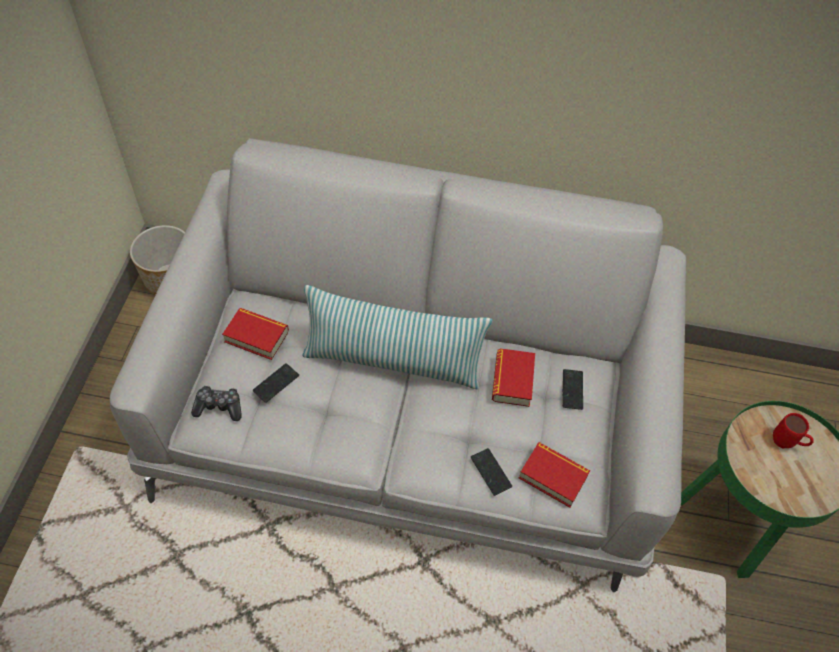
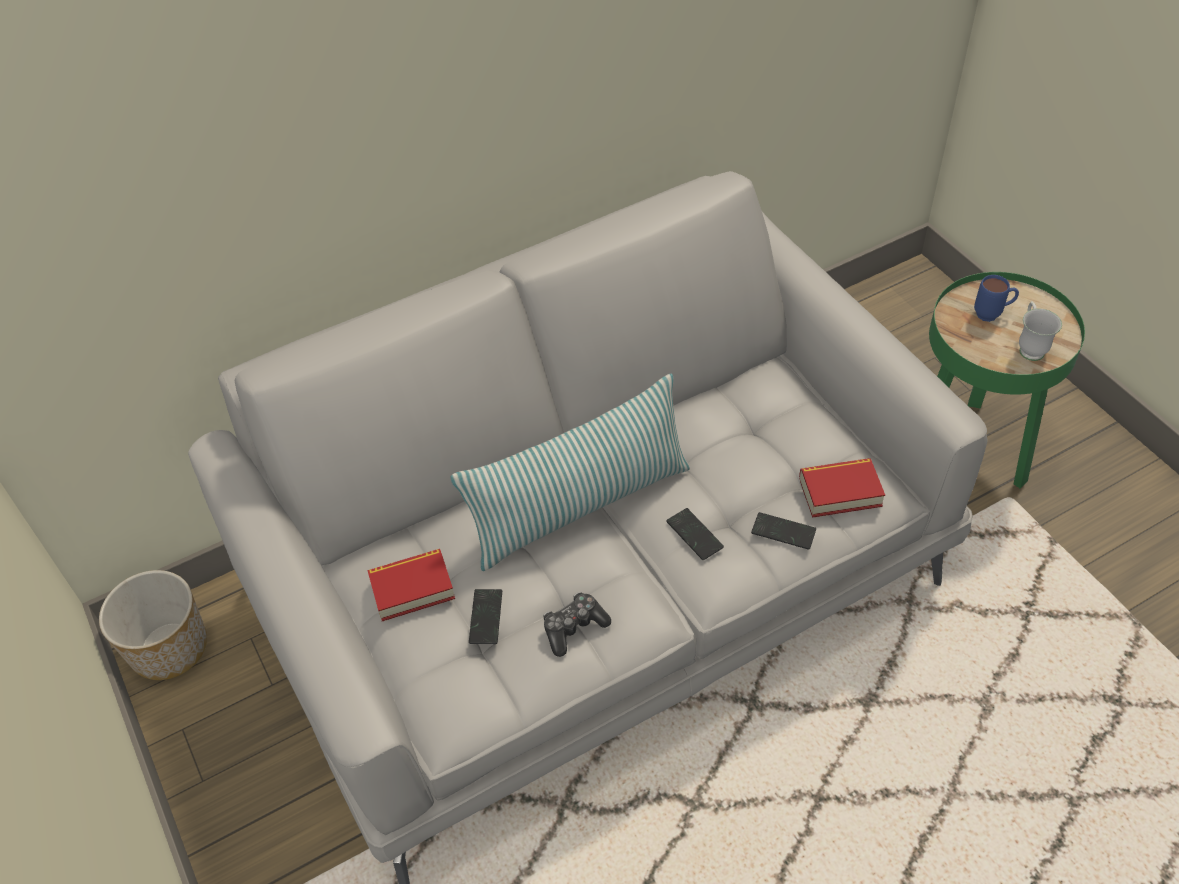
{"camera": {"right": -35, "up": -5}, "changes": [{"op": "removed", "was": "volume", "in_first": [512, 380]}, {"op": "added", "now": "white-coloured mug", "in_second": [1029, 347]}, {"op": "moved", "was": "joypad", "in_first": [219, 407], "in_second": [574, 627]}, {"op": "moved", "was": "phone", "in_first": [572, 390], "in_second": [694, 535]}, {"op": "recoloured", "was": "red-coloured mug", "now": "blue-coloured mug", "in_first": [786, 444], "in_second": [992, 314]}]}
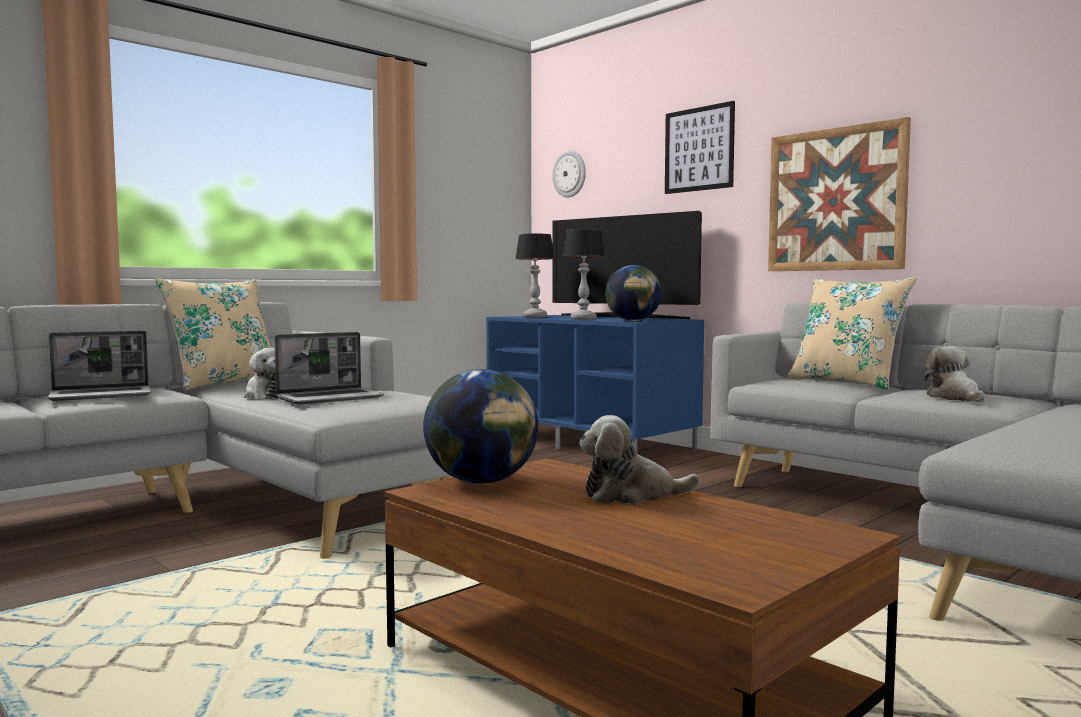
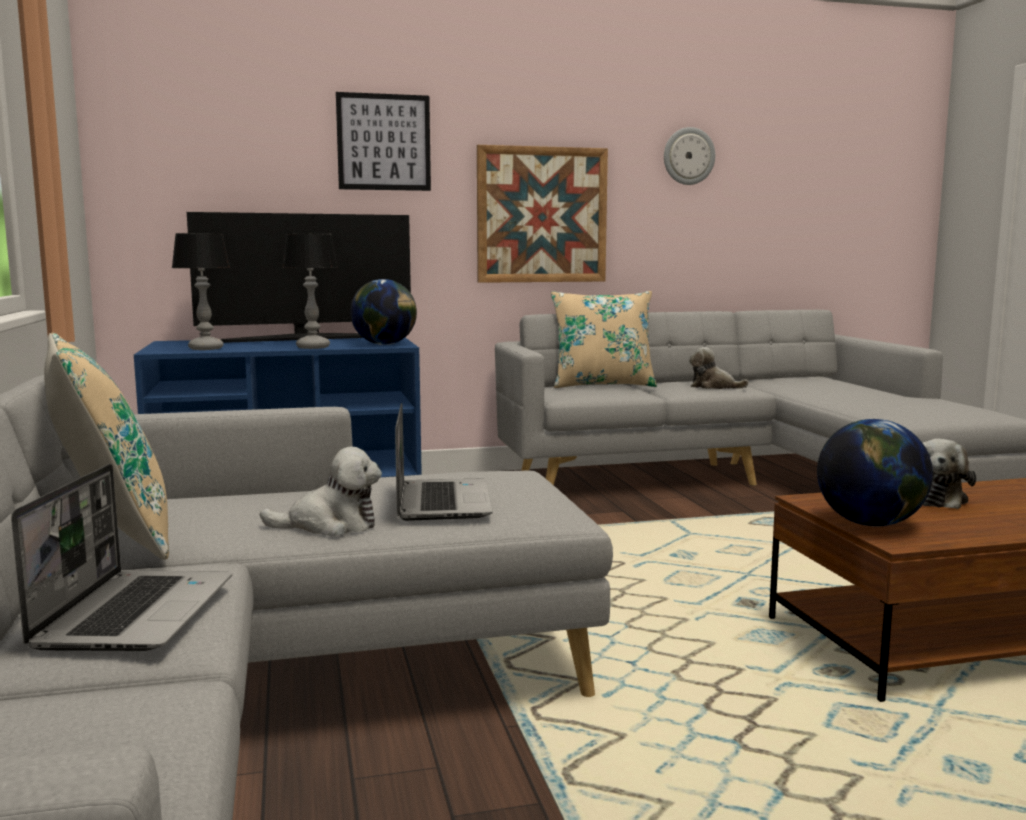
{"camera": {"right": -60, "up": 5}, "changes": [{"op": "moved", "was": "clock on the wall", "in_first": [569, 174], "in_second": [688, 156]}]}
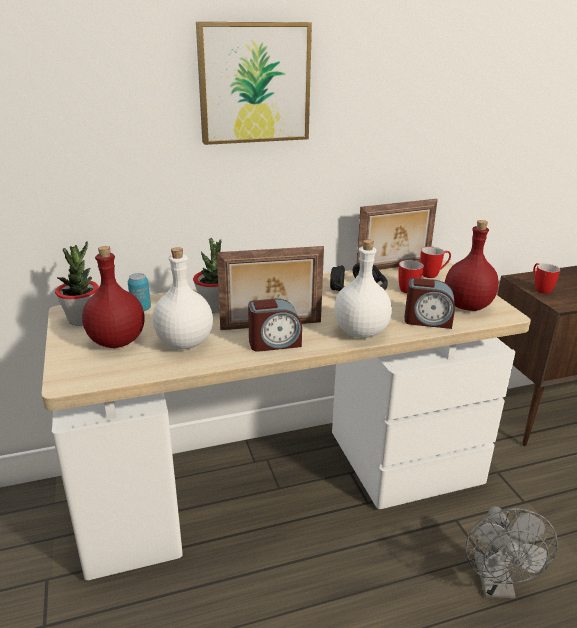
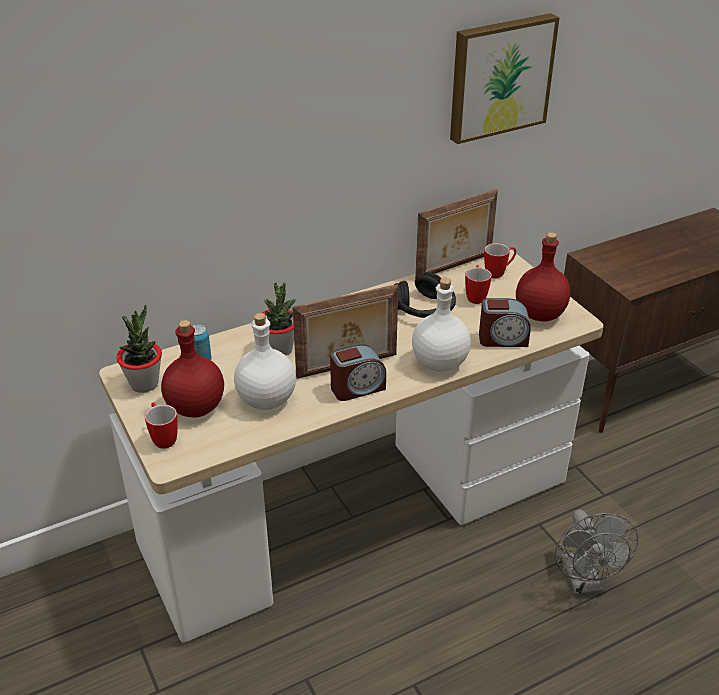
{"camera": {"right": -10, "up": 10}, "changes": [{"op": "moved", "was": "wall picture", "in_first": [253, 83], "in_second": [499, 77]}, {"op": "moved", "was": "mug", "in_first": [540, 289], "in_second": [163, 438]}]}
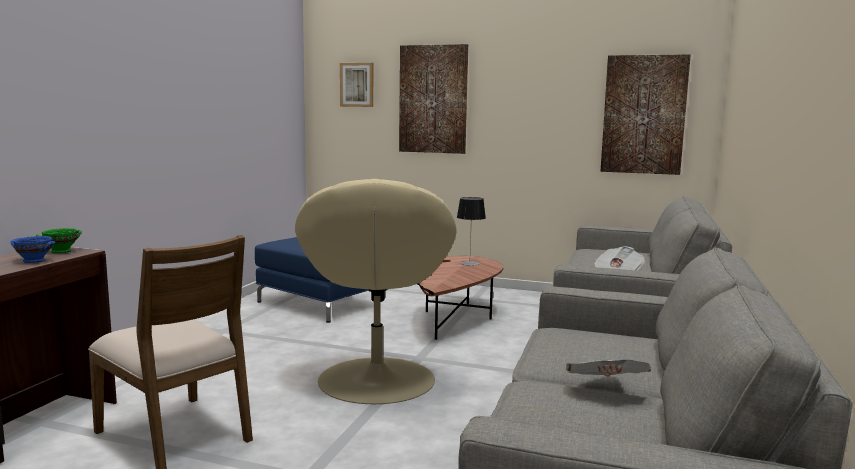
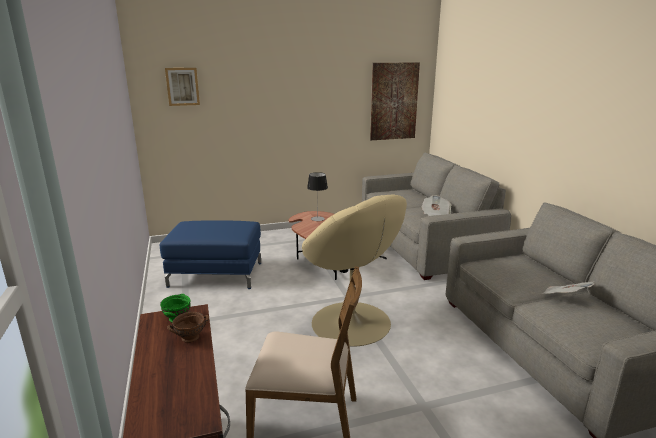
{"camera": {"right": -35, "up": 10}, "changes": [{"op": "removed", "was": "wall picture", "in_first": [433, 99]}, {"op": "recoloured", "was": "blue-coloured serving bowl", "now": "brownish serving bowl", "in_first": [34, 260], "in_second": [189, 337]}]}
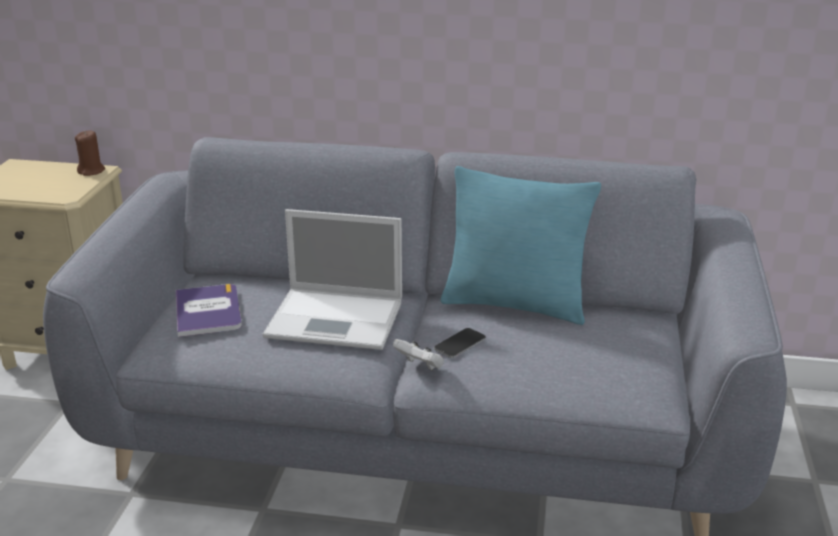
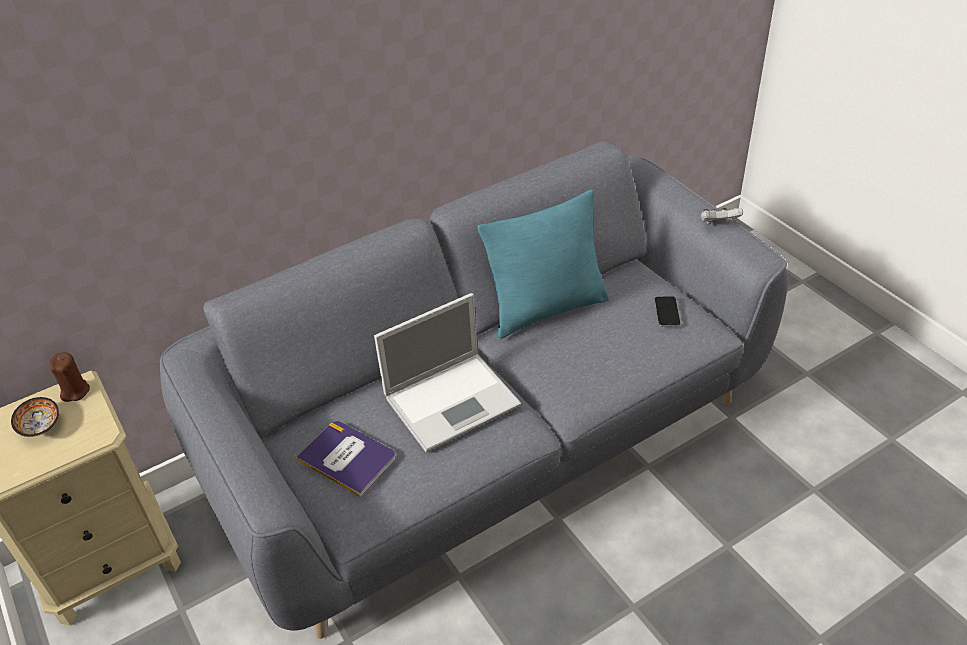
{"camera": {"right": -40, "up": 15}, "changes": [{"op": "added", "now": "serving bowl", "in_second": [40, 426]}, {"op": "moved", "was": "white-coloured joypad", "in_first": [420, 366], "in_second": [718, 224]}, {"op": "moved", "was": "phone", "in_first": [459, 344], "in_second": [667, 312]}]}
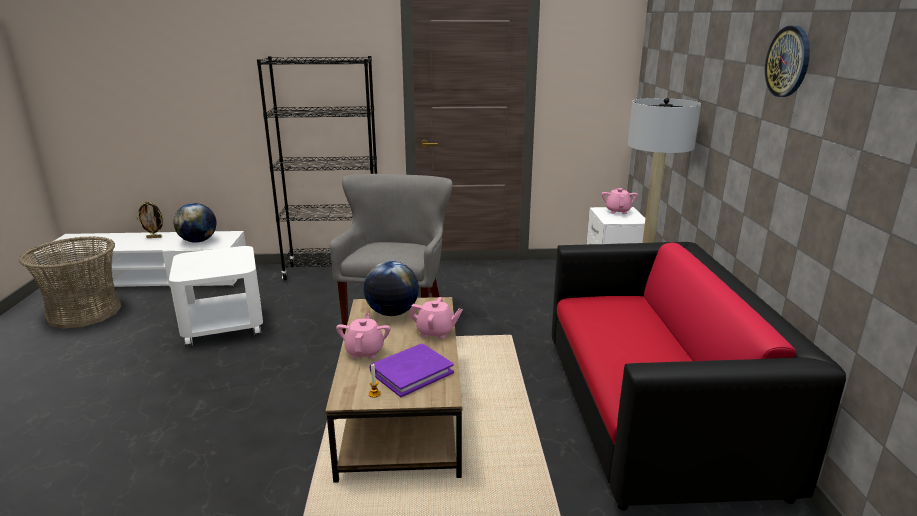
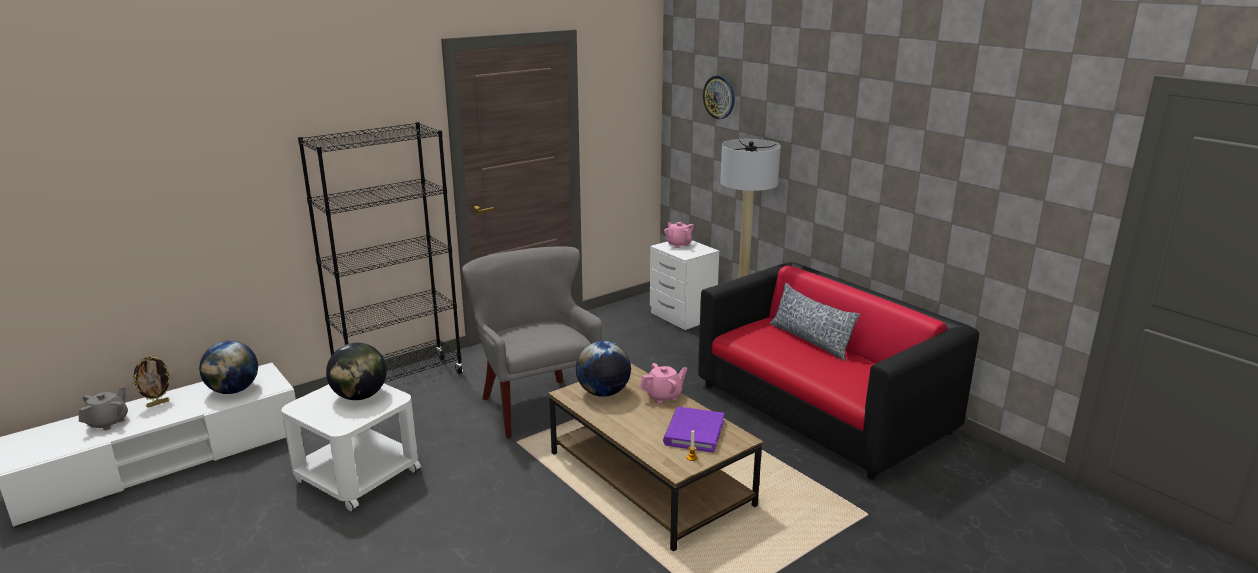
{"camera": {"right": -35, "up": 0}, "changes": [{"op": "removed", "was": "household basket", "in_first": [84, 313]}, {"op": "removed", "was": "pink-coloured tea pot", "in_first": [365, 351]}, {"op": "added", "now": "gray tea pot", "in_second": [108, 422]}, {"op": "added", "now": "globe", "in_second": [360, 396]}, {"op": "added", "now": "pillow", "in_second": [810, 340]}, {"op": "moved", "was": "clock on the wall", "in_first": [788, 61], "in_second": [719, 97]}]}
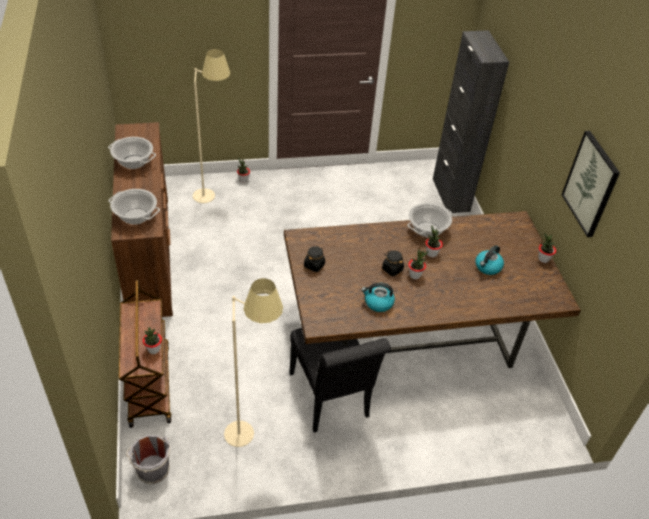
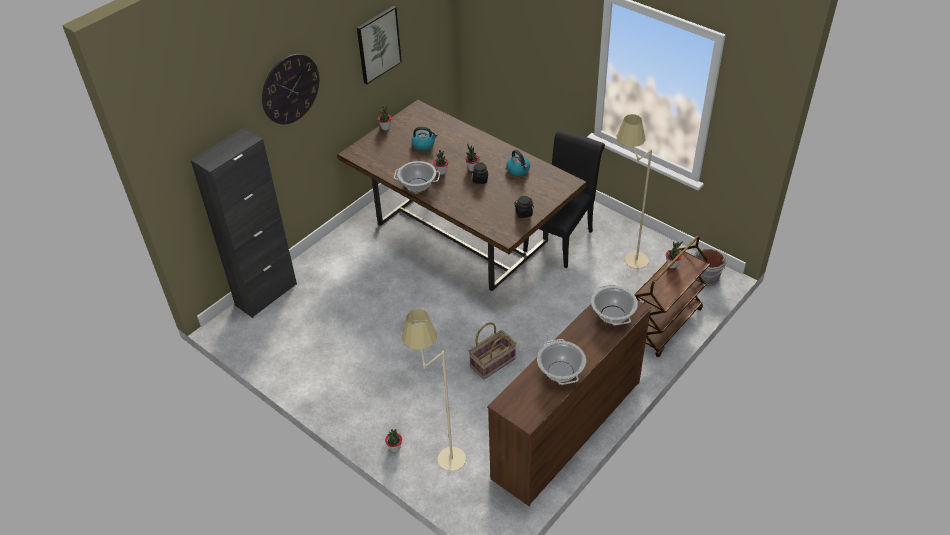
{"camera": {"right": -125, "up": 0}, "changes": [{"op": "added", "now": "clock on the wall", "in_second": [290, 89]}, {"op": "added", "now": "household basket", "in_second": [493, 363]}]}
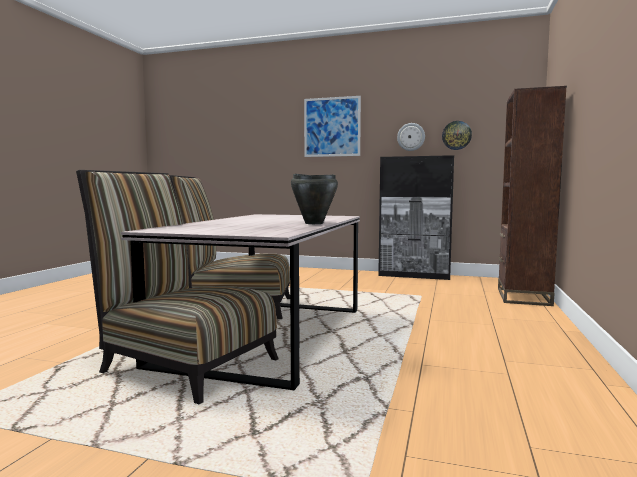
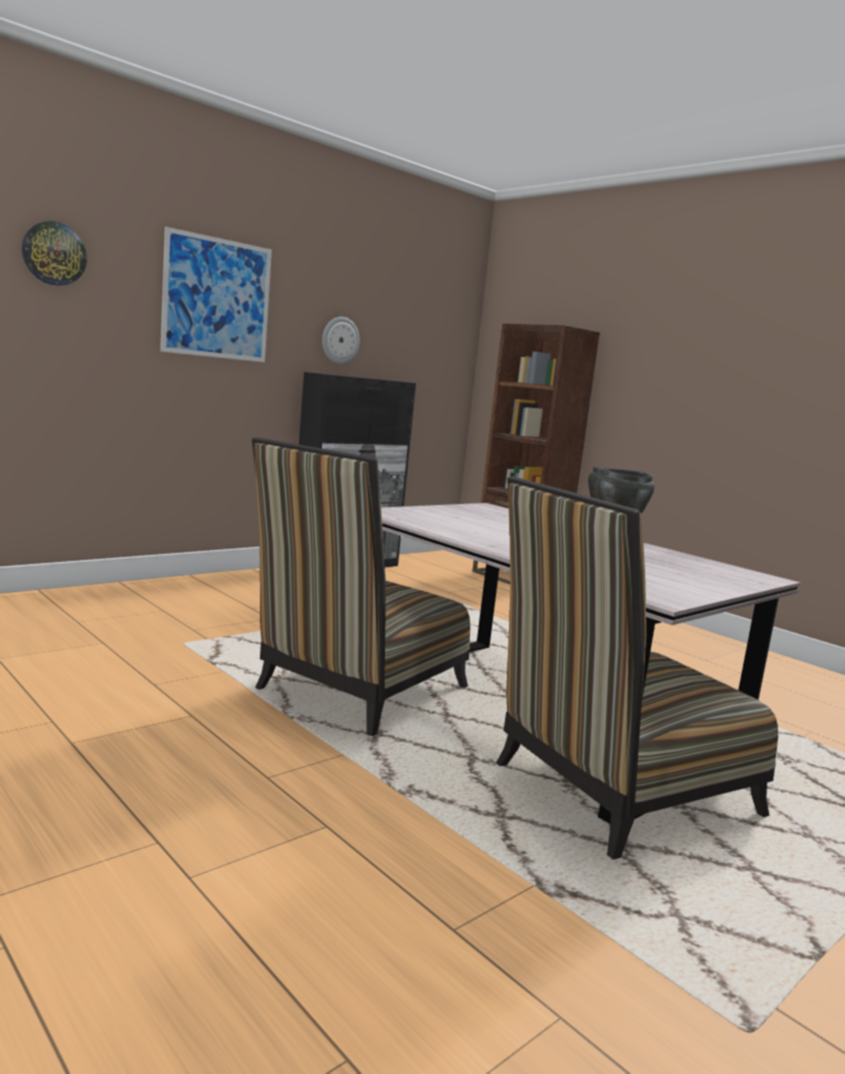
{"camera": {"right": -60, "up": 5}, "changes": [{"op": "moved", "was": "clock on the wall", "in_first": [456, 135], "in_second": [54, 254]}]}
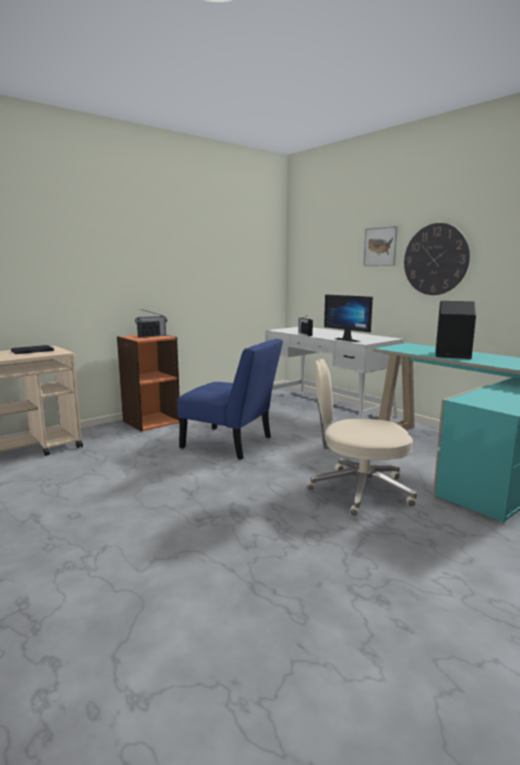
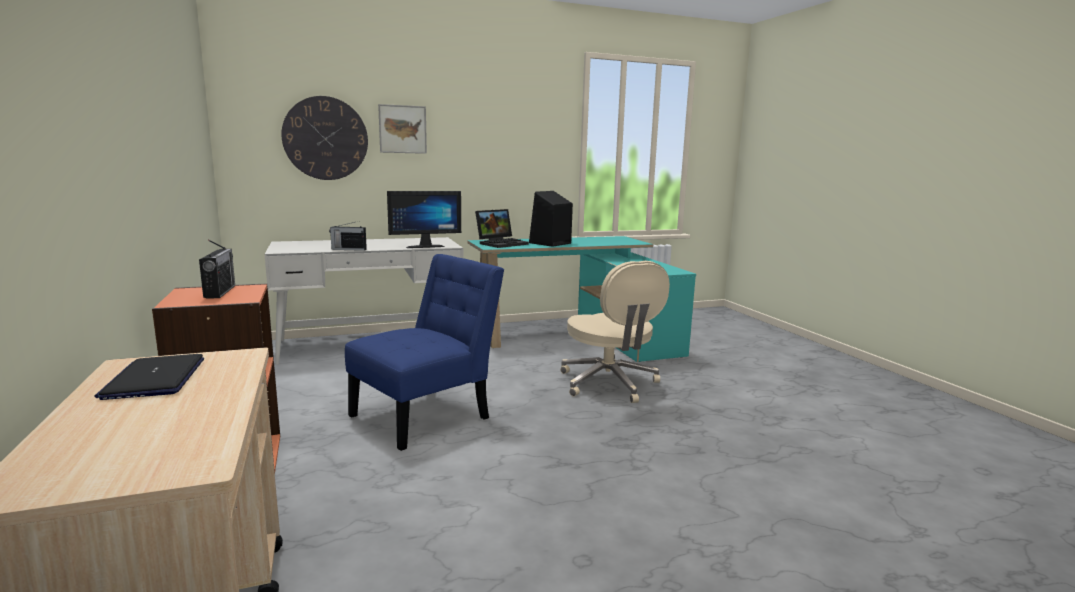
{"camera": {"right": -70, "up": 0}, "changes": [{"op": "added", "now": "portable computer", "in_second": [502, 243]}, {"op": "moved", "was": "clock on the wall", "in_first": [435, 259], "in_second": [325, 138]}, {"op": "turned", "was": "sand-coloured desk chair", "in_first": [358, 490], "in_second": [609, 384], "clockwise": -45}]}
